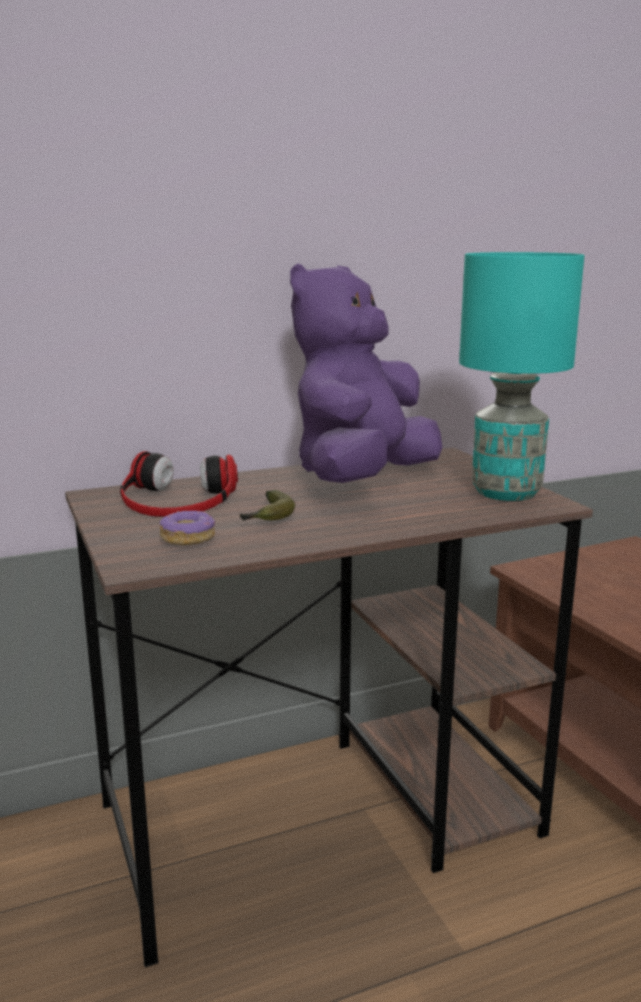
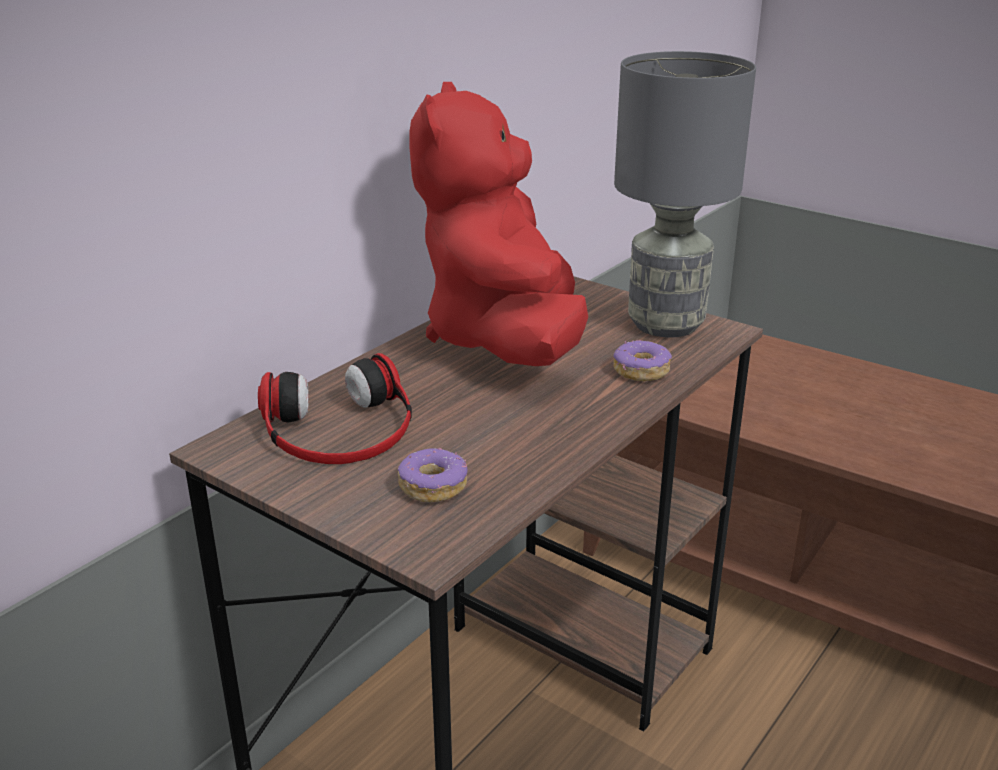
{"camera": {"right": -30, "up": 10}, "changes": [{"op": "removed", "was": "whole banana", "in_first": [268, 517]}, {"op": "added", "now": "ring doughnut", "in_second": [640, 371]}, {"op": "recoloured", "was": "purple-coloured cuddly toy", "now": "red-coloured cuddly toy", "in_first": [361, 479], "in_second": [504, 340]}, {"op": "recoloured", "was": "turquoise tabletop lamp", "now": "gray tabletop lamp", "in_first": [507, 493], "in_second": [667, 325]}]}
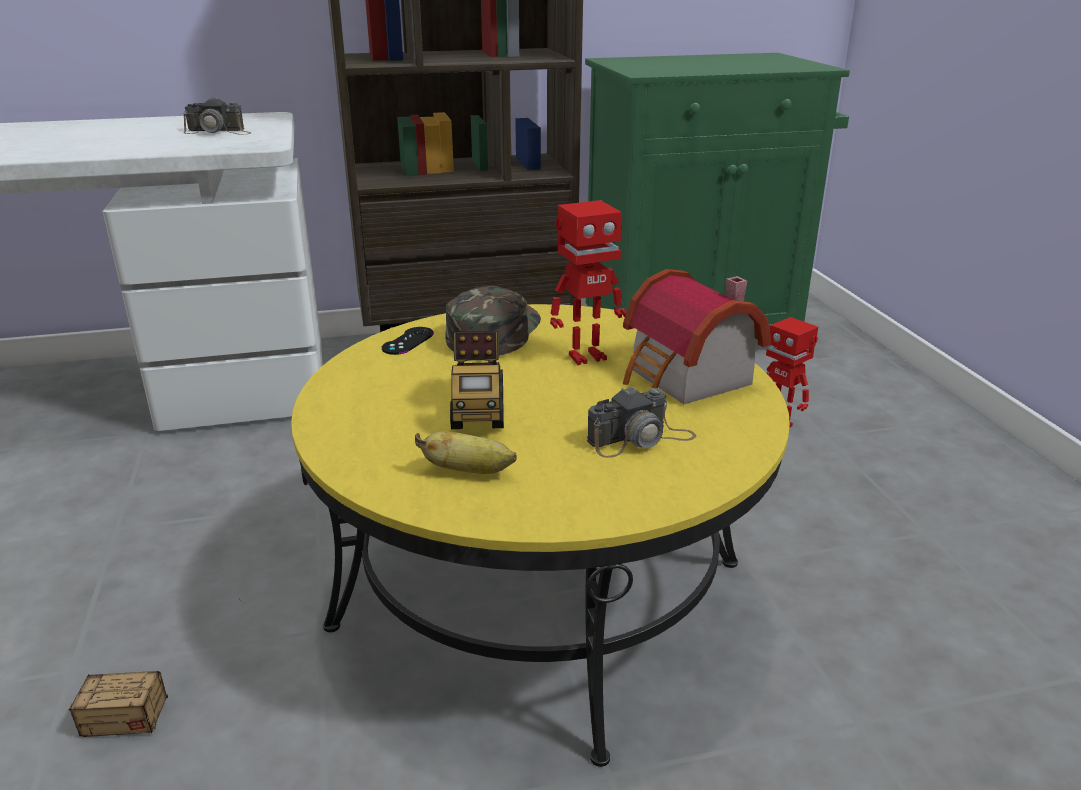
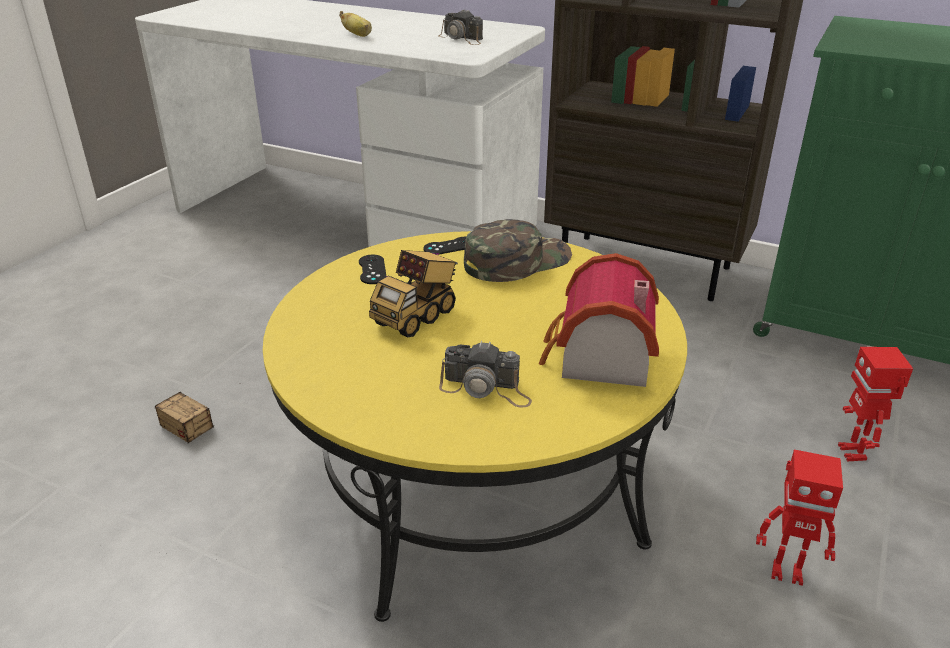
{"camera": {"right": 40, "up": 5}, "changes": [{"op": "added", "now": "black joypad", "in_second": [372, 269]}, {"op": "moved", "was": "whole banana", "in_first": [469, 471], "in_second": [358, 35]}, {"op": "moved", "was": "model robot", "in_first": [585, 356], "in_second": [786, 571]}]}
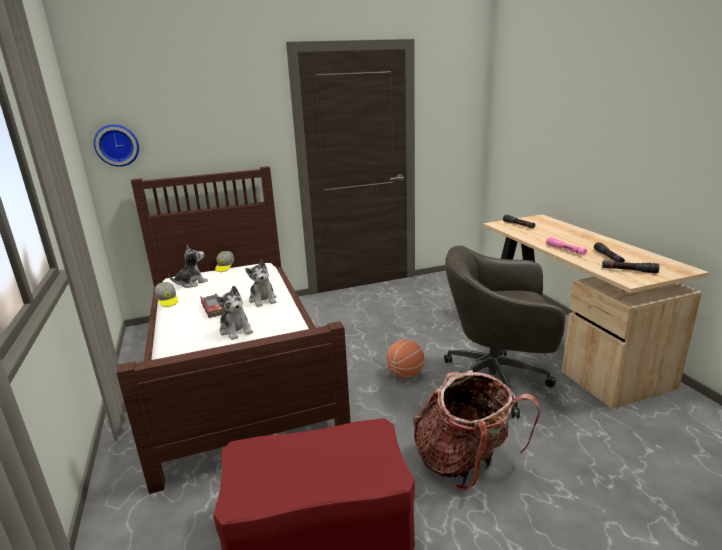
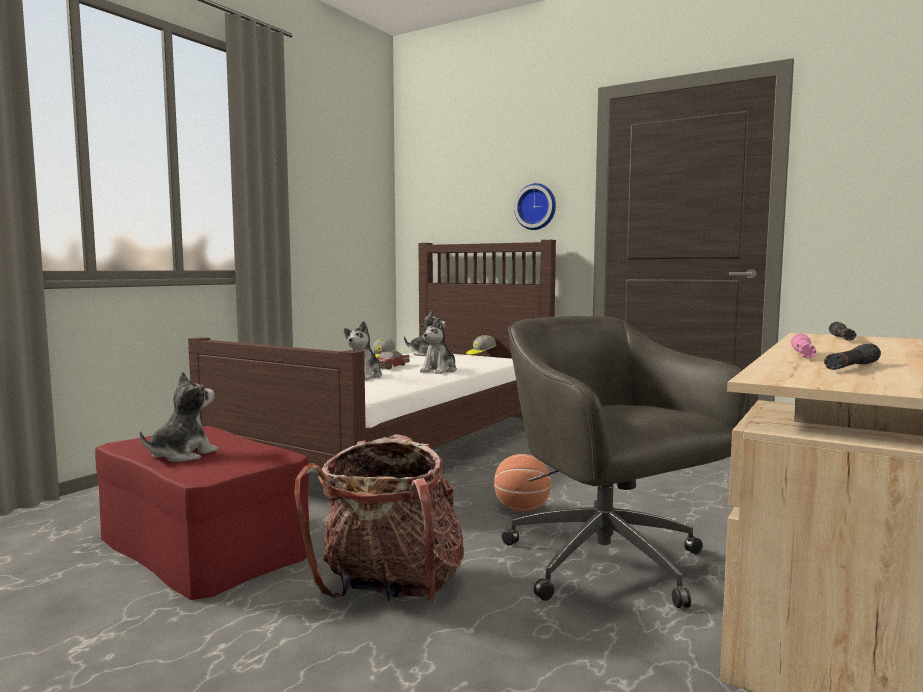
{"camera": {"right": 50, "up": -15}, "changes": [{"op": "removed", "was": "black hand torch", "in_first": [629, 270]}, {"op": "added", "now": "cuddly toy", "in_second": [181, 455]}, {"op": "moved", "was": "clock on the wall", "in_first": [117, 145], "in_second": [536, 207]}]}
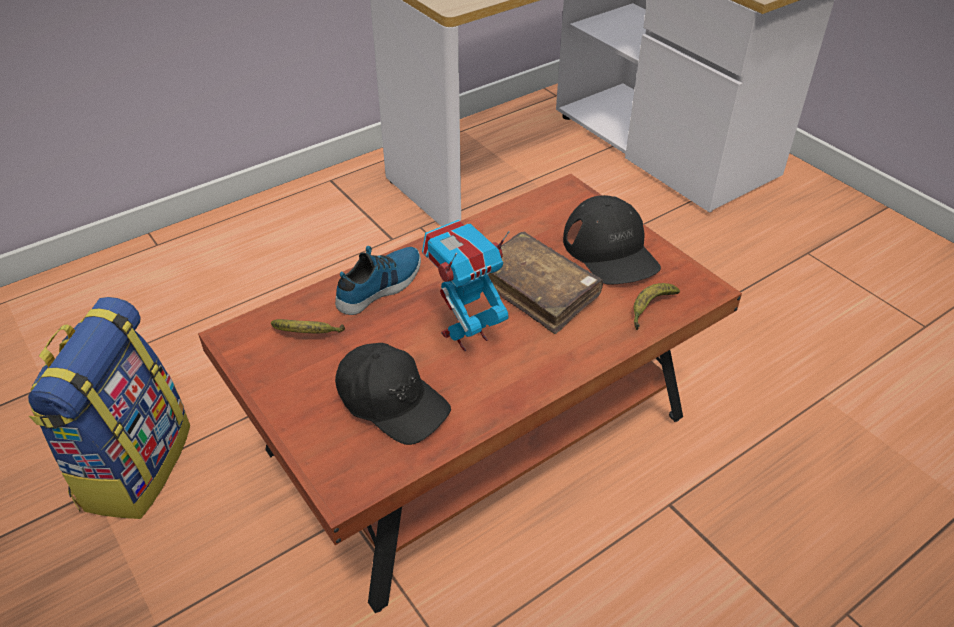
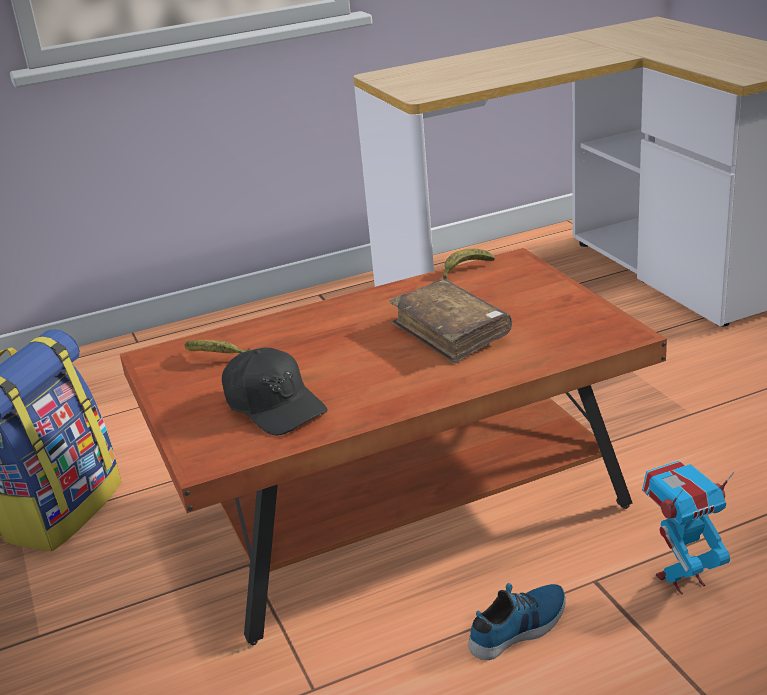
{"camera": {"right": 15, "up": -15}, "changes": [{"op": "removed", "was": "black peaked cap", "in_first": [610, 251]}, {"op": "moved", "was": "item of footwear", "in_first": [381, 286], "in_second": [520, 628]}, {"op": "moved", "was": "model robot", "in_first": [466, 335], "in_second": [681, 579]}, {"op": "moved", "was": "whole banana", "in_first": [650, 309], "in_second": [465, 270]}]}
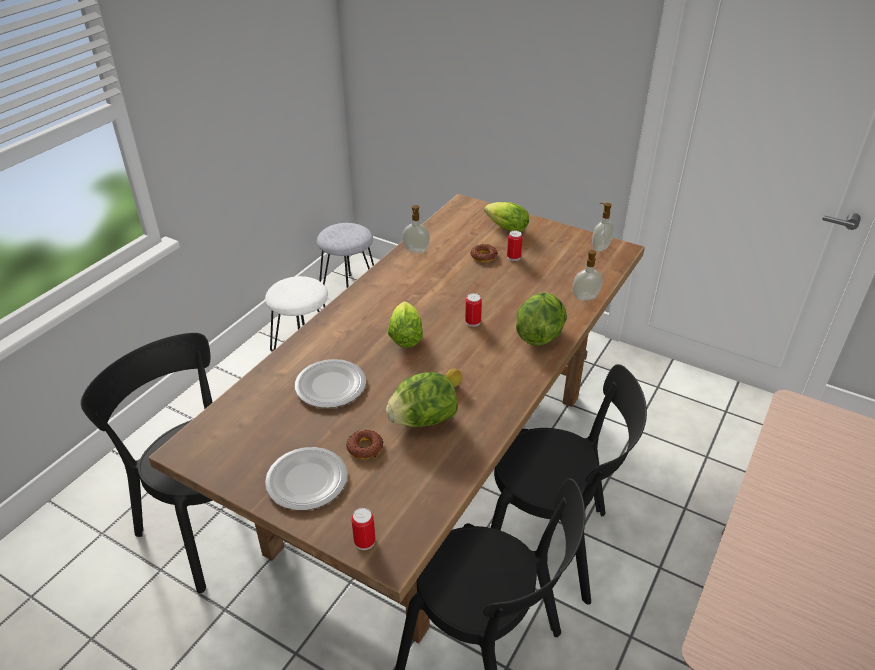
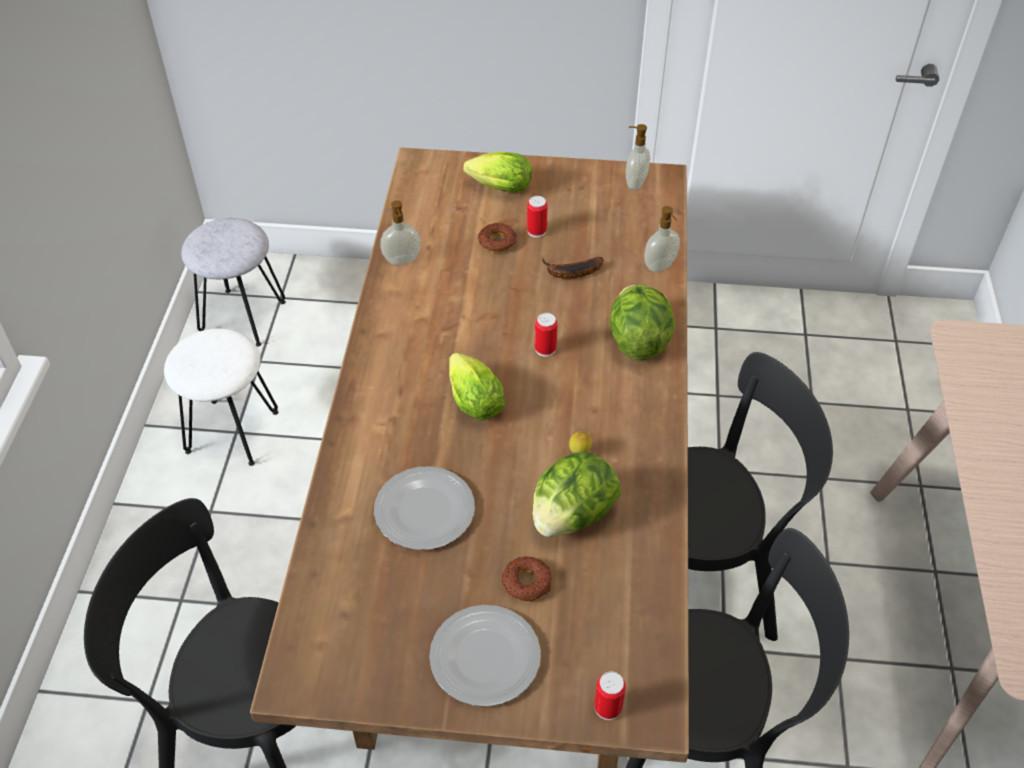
{"camera": {"right": -25, "up": 10}, "changes": [{"op": "added", "now": "whole banana", "in_second": [570, 272]}]}
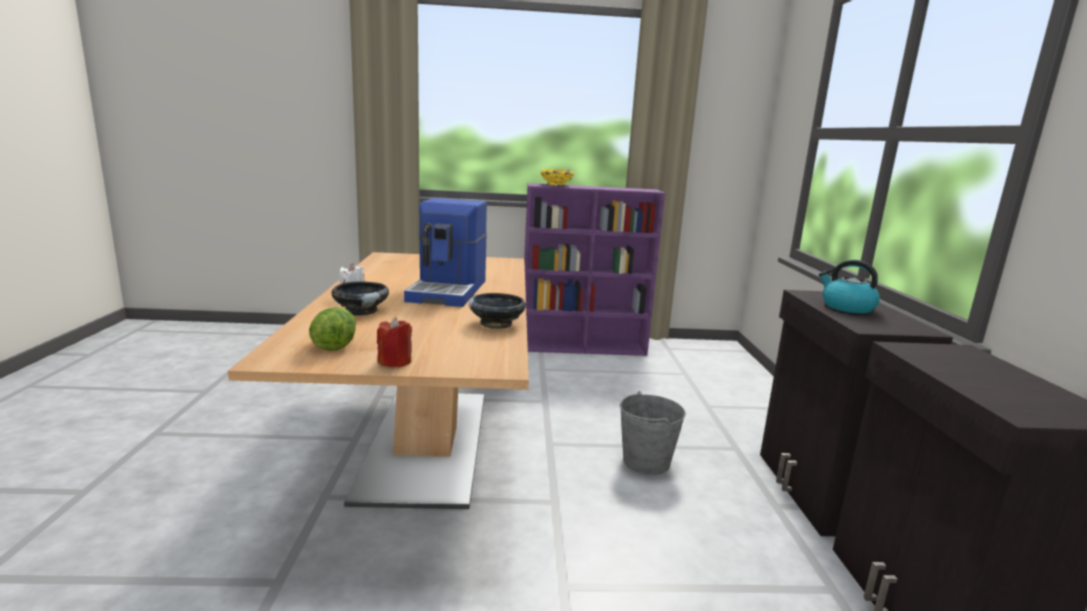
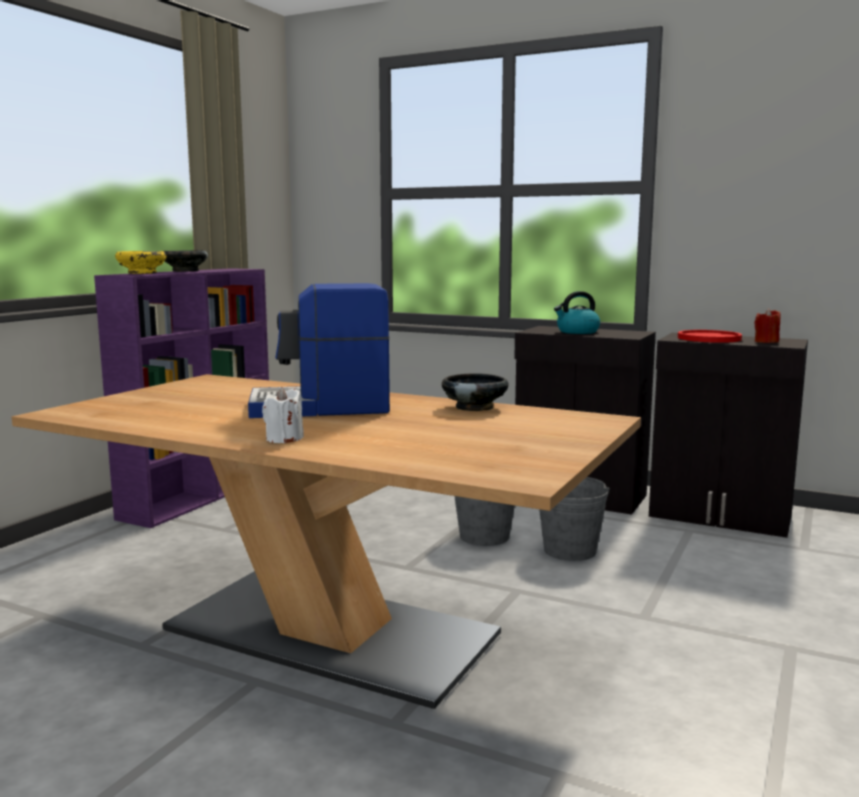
{"camera": {"right": -60, "up": -5}, "changes": [{"op": "removed", "was": "lettuce", "in_first": [334, 343]}, {"op": "added", "now": "gray bucket", "in_second": [570, 550]}, {"op": "added", "now": "red-coloured plate", "in_second": [709, 338]}, {"op": "moved", "was": "black serving bowl", "in_first": [361, 311], "in_second": [185, 271]}, {"op": "moved", "was": "red-coloured candle", "in_first": [395, 362], "in_second": [766, 341]}, {"op": "turned", "was": "coffee machine", "in_first": [449, 291], "in_second": [321, 408], "clockwise": 135}]}
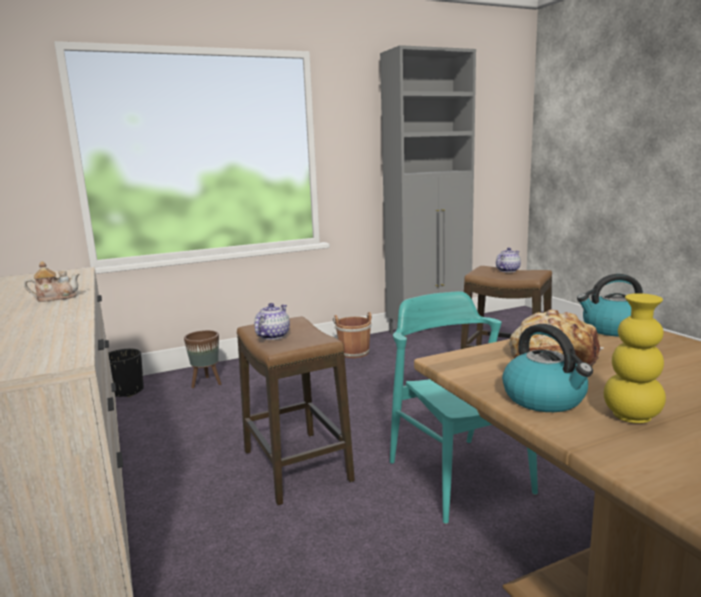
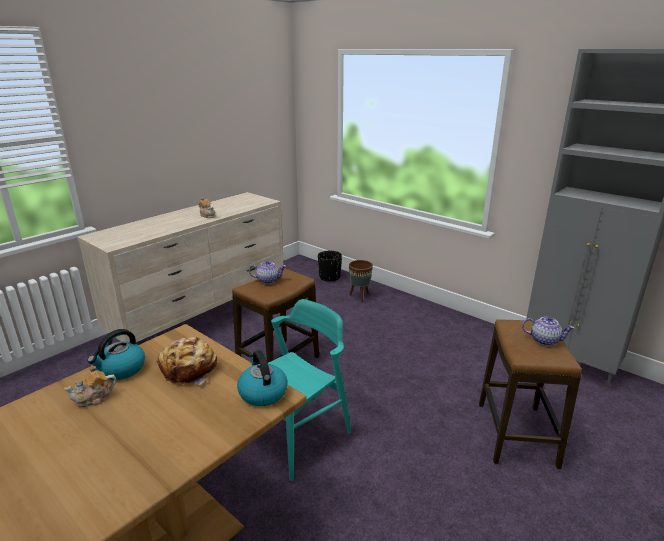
{"camera": {"right": 65, "up": 10}, "changes": [{"op": "removed", "was": "brownish bucket", "in_first": [353, 352]}, {"op": "replaced", "was": "yellowish vase", "now": "tea pot", "in_first": [631, 417], "in_second": [94, 398]}]}
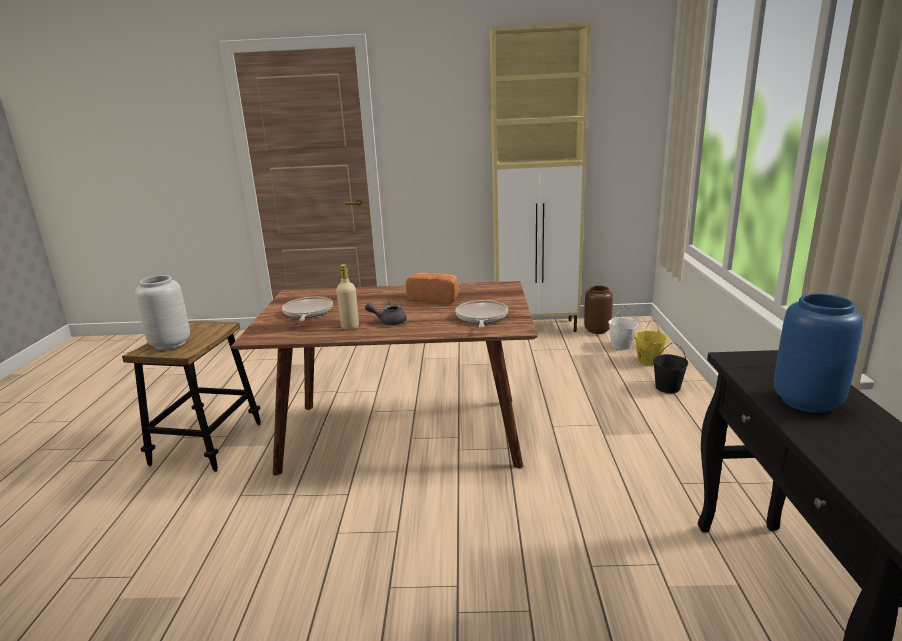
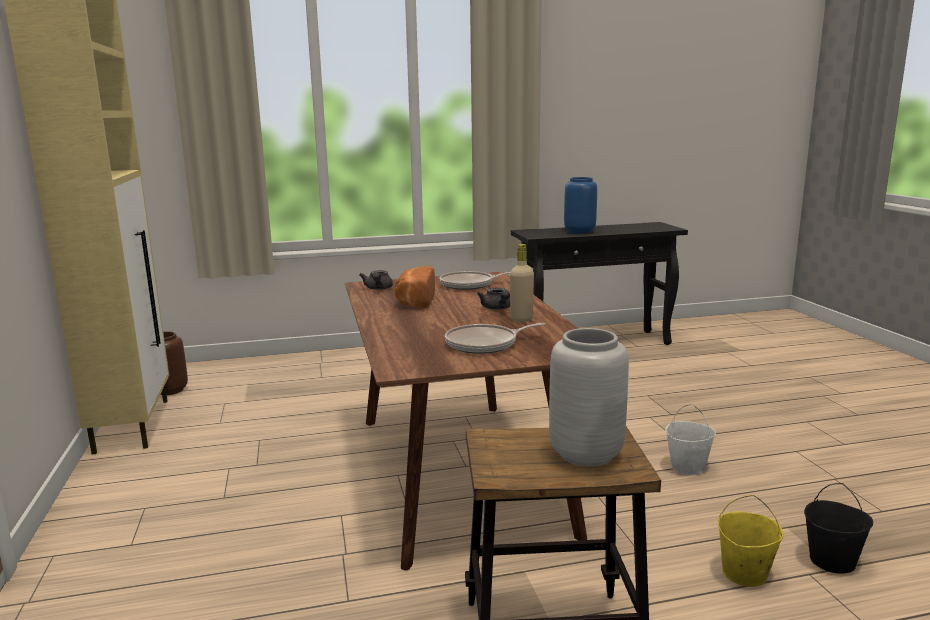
{"camera": {"right": -105, "up": -5}, "changes": [{"op": "added", "now": "gray tea pot", "in_second": [378, 289]}, {"op": "moved", "was": "white-coloured bucket", "in_first": [621, 346], "in_second": [688, 467]}, {"op": "moved", "was": "yellowish bucket", "in_first": [648, 361], "in_second": [744, 574]}, {"op": "moved", "was": "black bucket", "in_first": [668, 388], "in_second": [832, 561]}]}
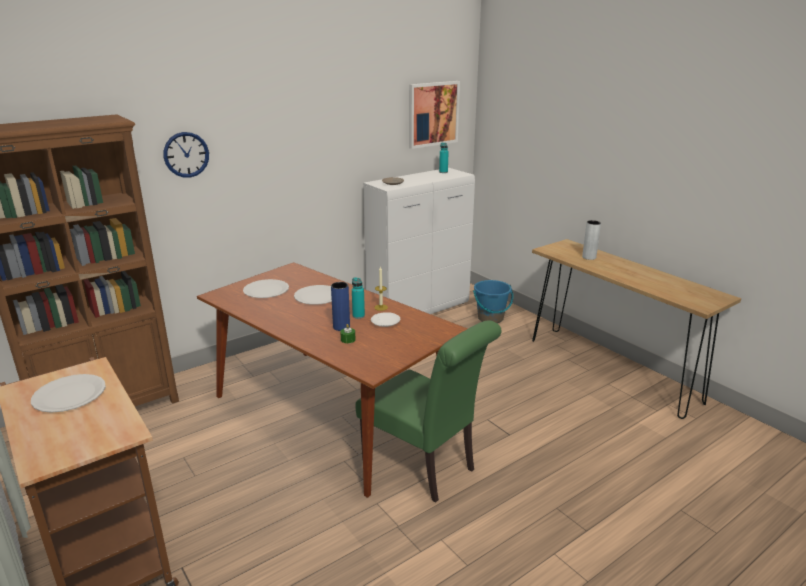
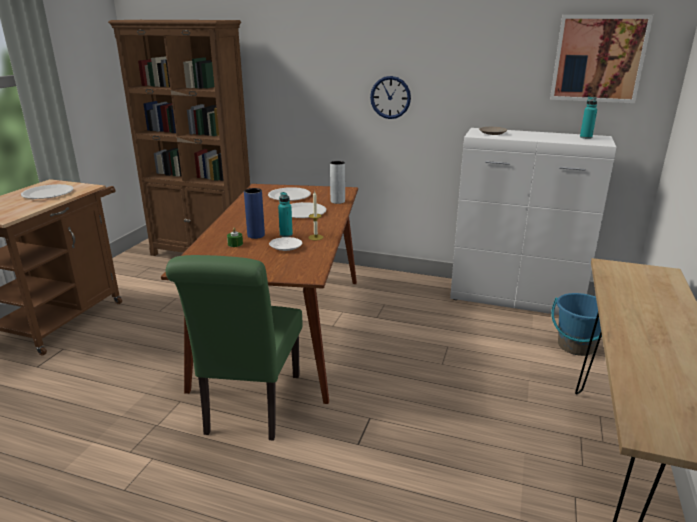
{"camera": {"right": 55, "up": 0}, "changes": [{"op": "moved", "was": "clock on the wall", "in_first": [186, 154], "in_second": [390, 97]}, {"op": "moved", "was": "gray vase", "in_first": [589, 257], "in_second": [337, 201]}]}
